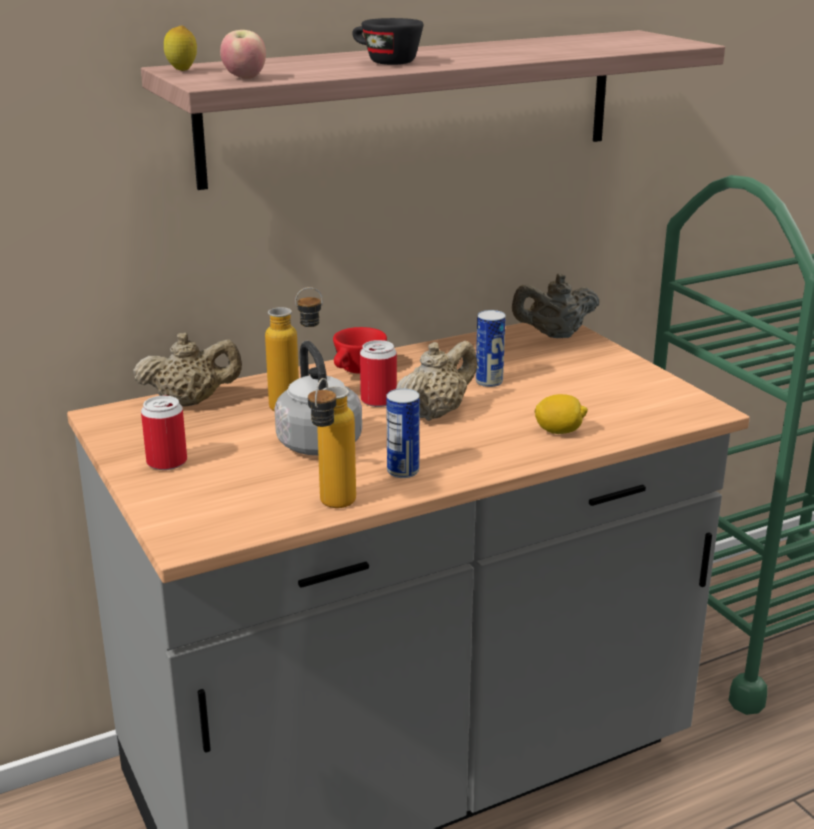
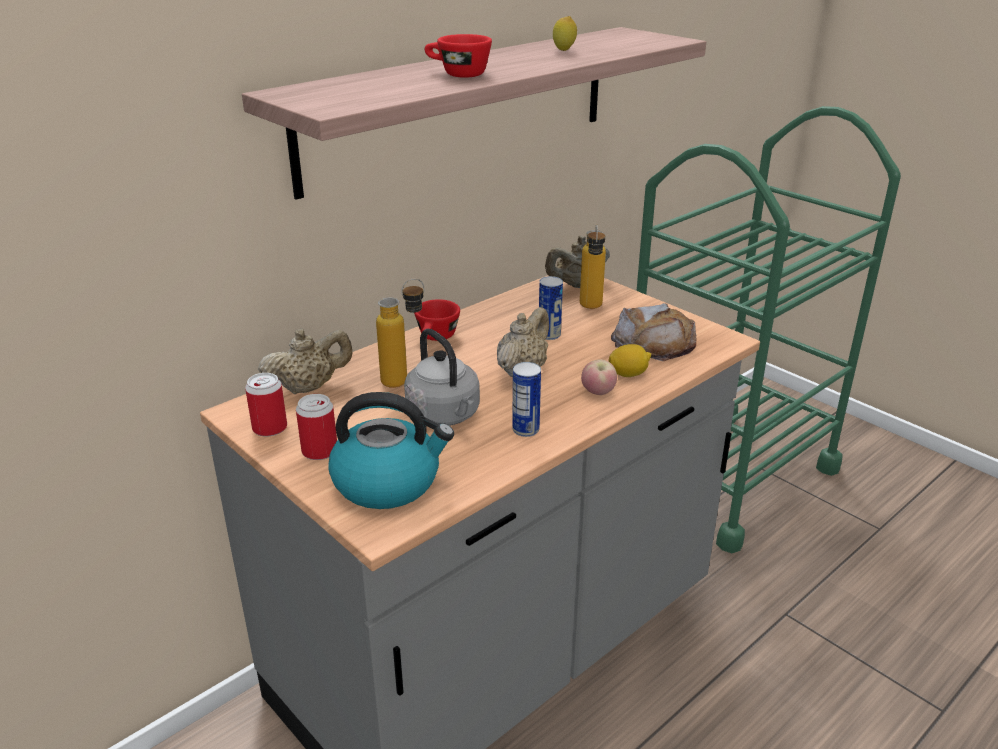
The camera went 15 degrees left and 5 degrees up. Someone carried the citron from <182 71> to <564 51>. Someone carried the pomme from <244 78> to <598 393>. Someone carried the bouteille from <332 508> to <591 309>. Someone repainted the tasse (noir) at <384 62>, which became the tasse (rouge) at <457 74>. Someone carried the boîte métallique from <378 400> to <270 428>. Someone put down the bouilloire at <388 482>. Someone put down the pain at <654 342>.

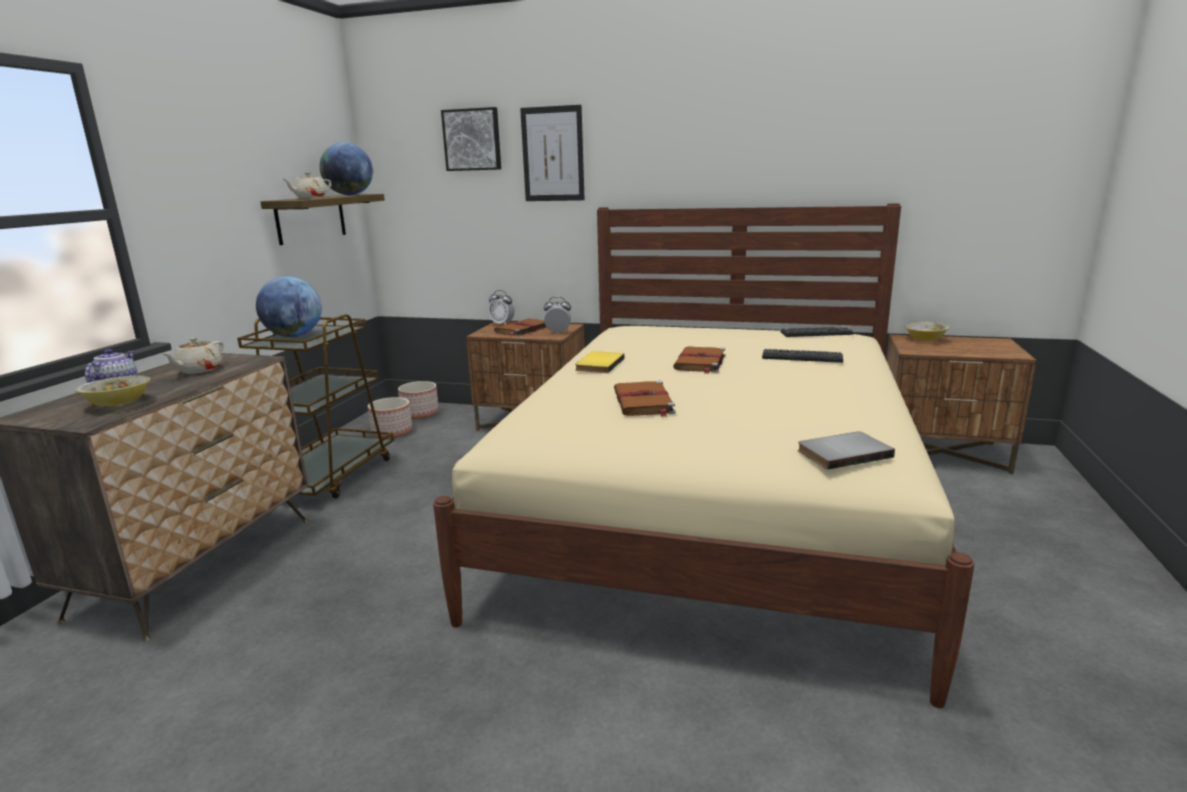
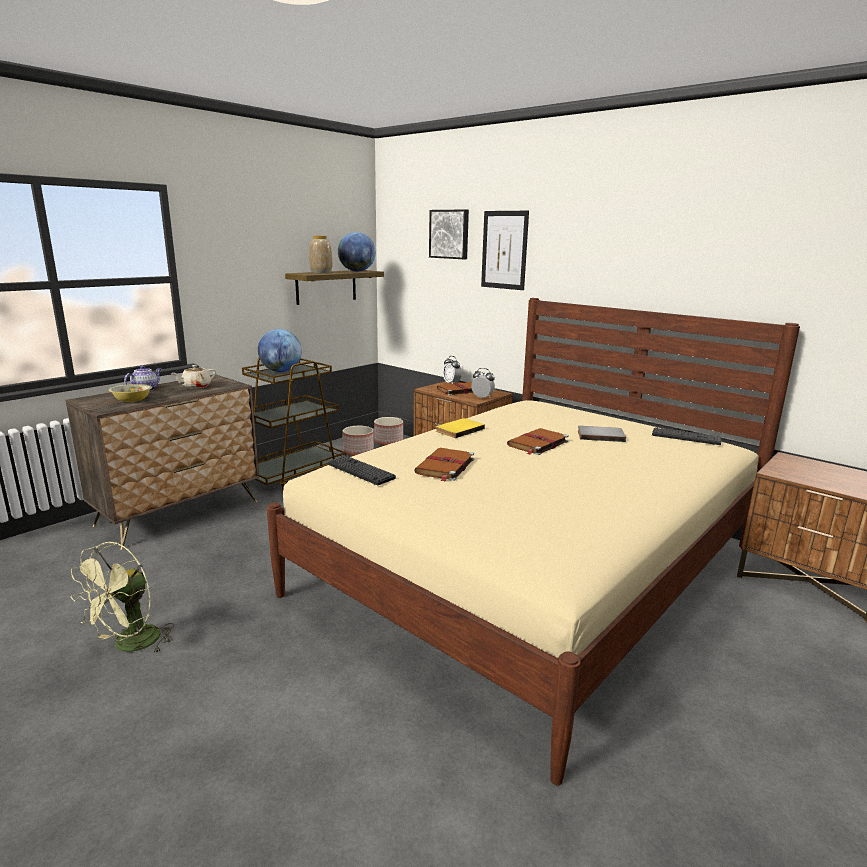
The camera went 25 degrees right and 0 degrees up. Someone swapped the théière (beige) at <310 198> for the vase at <321 272>. Someone carried the clavier from <802 357> to <361 471>. Someone carried the livre (gris) from <842 453> to <600 435>. Someone took away the bol at <925 339>. Someone put down the ventilateur (vert) at <130 645>.

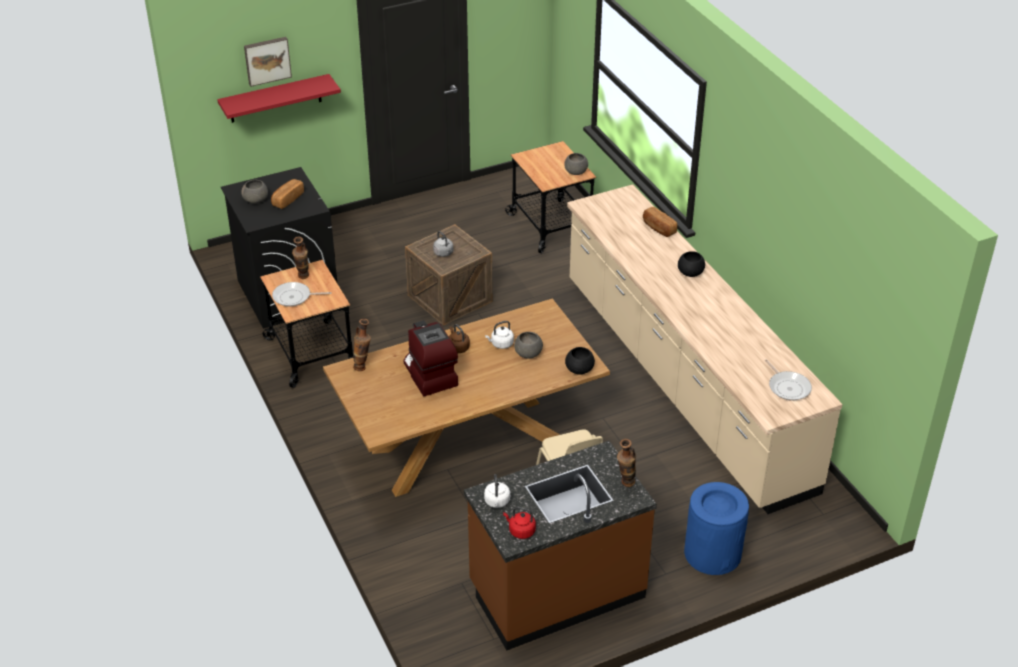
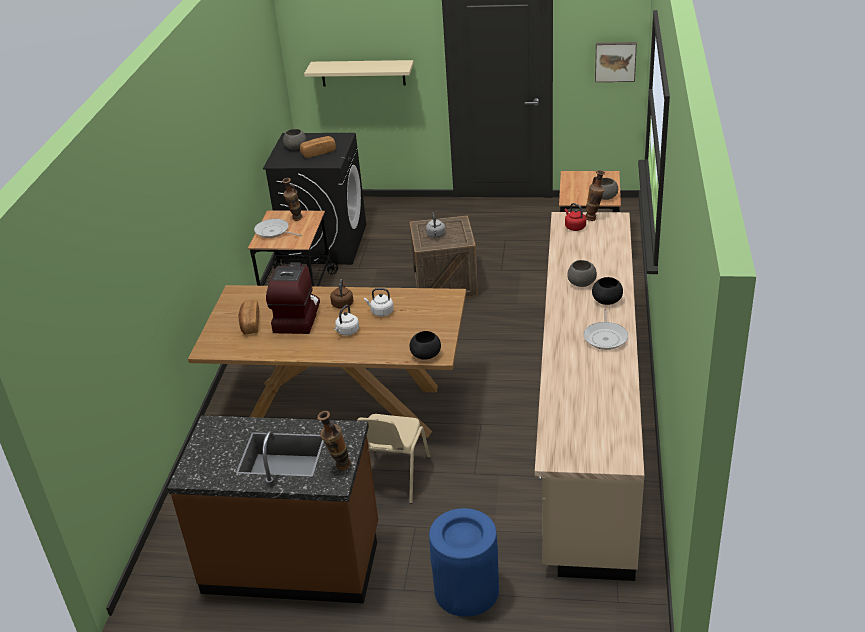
The camera went 35 degrees right and 5 degrees down. Someone repainted the étagère (rouge) at <275 99>, which became the étagère (beige) at <363 73>. Someone carried the tableau from <267 60> to <615 61>. Someone carried the vase from <363 367> to <594 218>. Someone carried the bouilloire (blanc) from <497 502> to <347 332>. Someone carried the bouilloire (rouge) from <520 531> to <574 227>. Someone carried the bol (gris) from <528 354> to <581 283>. Someone carried the pain from <658 228> to <250 324>. Someone carried the poêle from <788 387> to <605 337>.

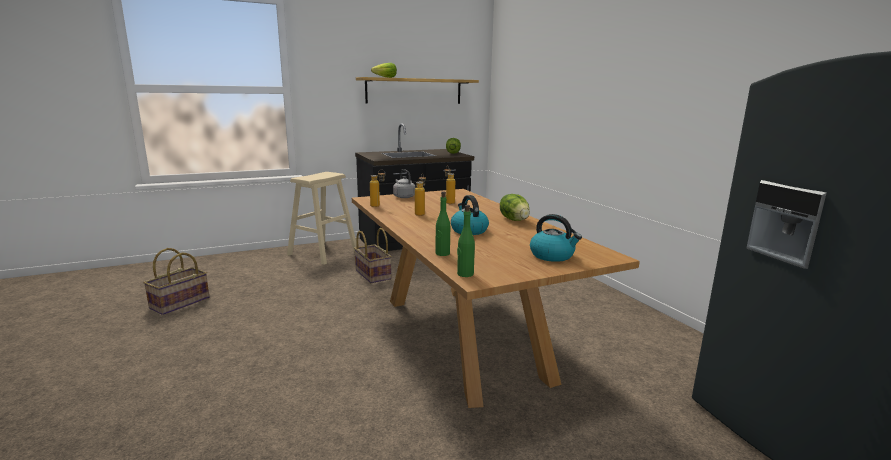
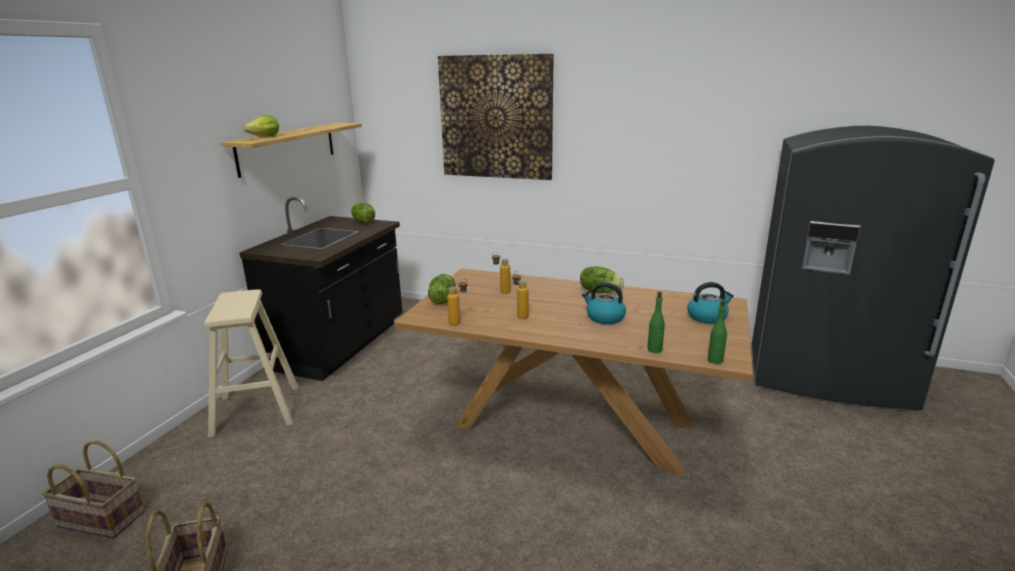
The camera went 45 degrees left and 5 degrees up. Someone carried the panier from <372 274> to <100 520>. Someone swapped the bouilloire (gris) at <403 196> for the laitue at <442 300>. Someone put up the tableau at <496 117>.

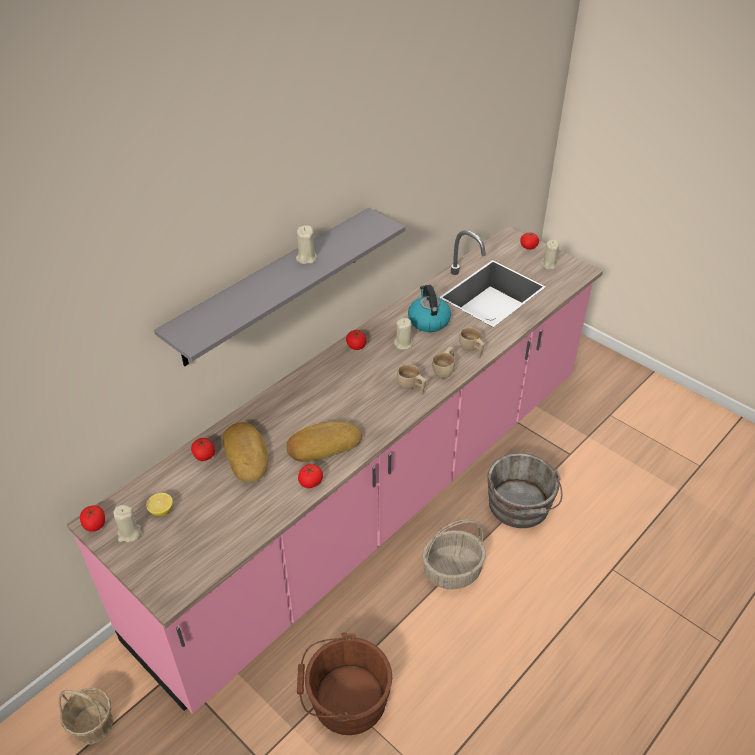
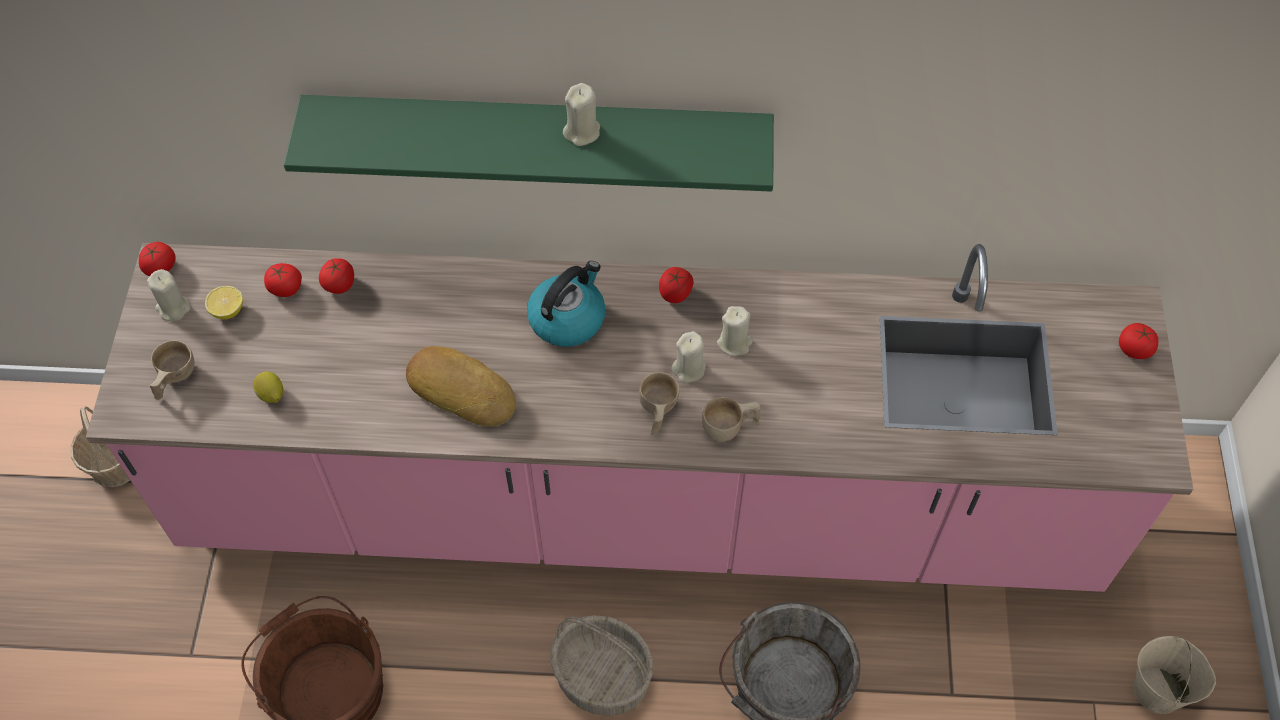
The camera went 50 degrees right and 15 degrees up. Someone repainted the étagère (gris) at <273 286>, which became the étagère (vert) at <538 136>. Someone took away the pain at <247 455>. Someone carried the tomate from <310 482> to <285 288>. Someone carried the bouilloire from <428 321> to <567 318>. Someone carried the tasse (beige) from <471 350> to <174 379>. Someone carried the bougie (beige) from <548 265> to <689 368>. Someone put down the citron at <271 395>. Someone put down the seau (beige) at <1158 690>.

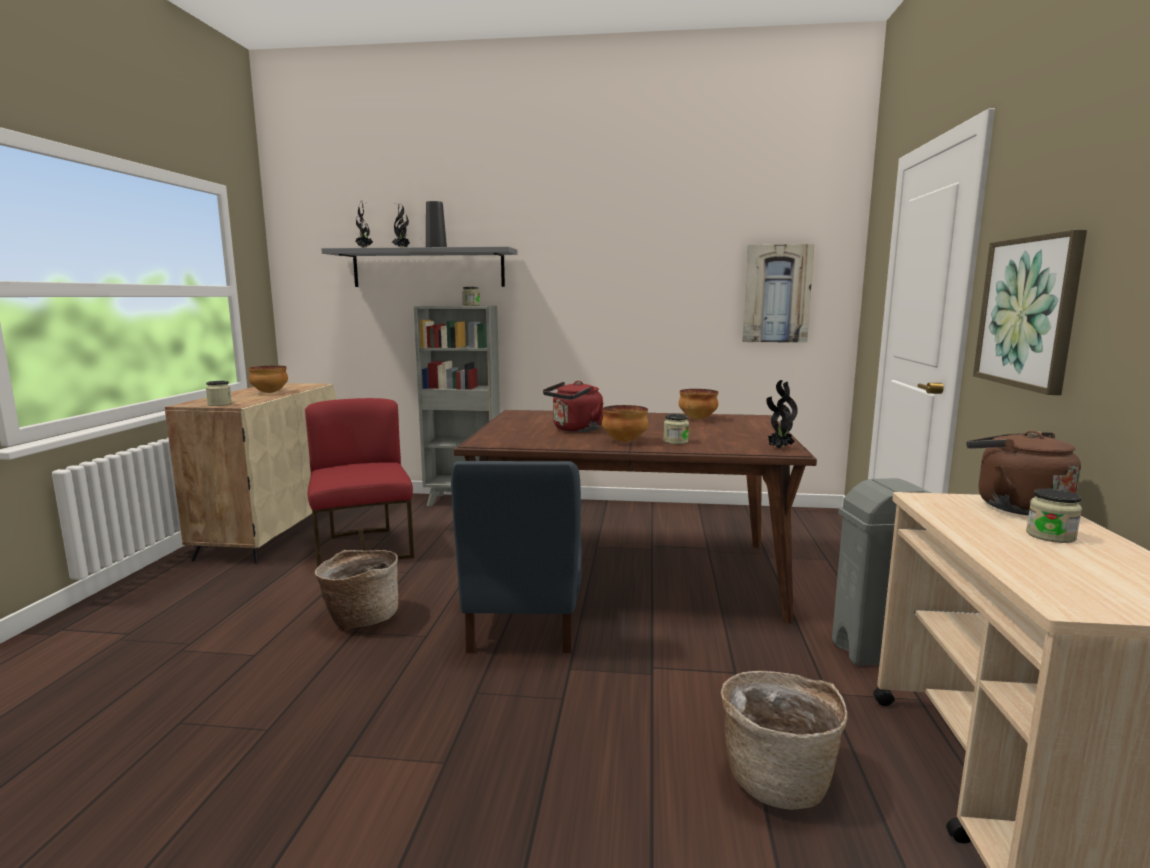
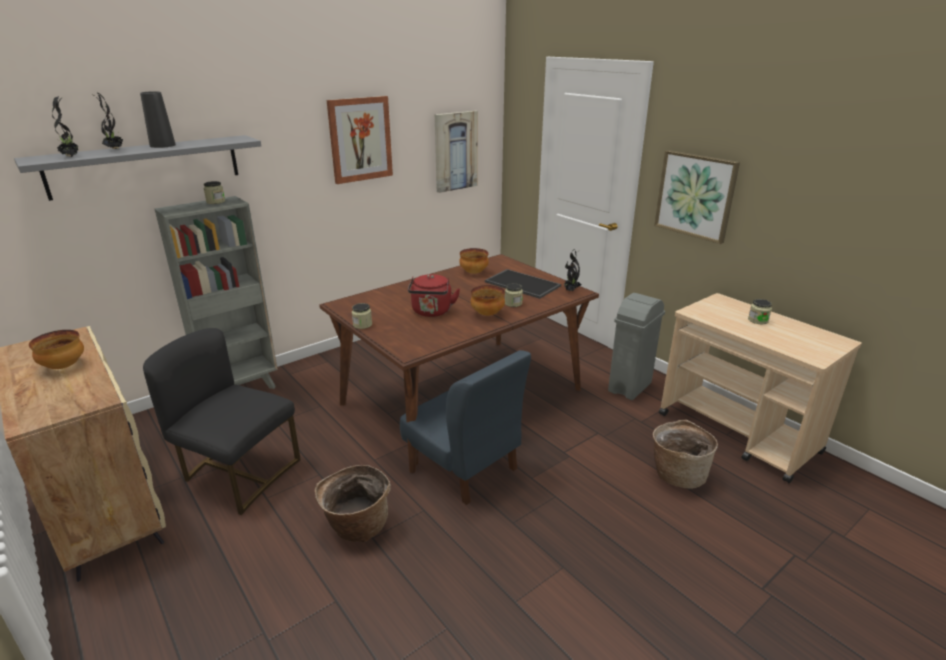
The camera went 45 degrees left and 15 degrees up. Someone carried the bocal from <220 404> to <362 325>. Someone repainted the chaise (rouge) at <364 548>, which became the chaise (noir) at <239 474>. Someone took away the bouilloire (marron) at <1015 506>. Someone put up the tableau at <360 139>. Someone put down the plateau at <521 284>.

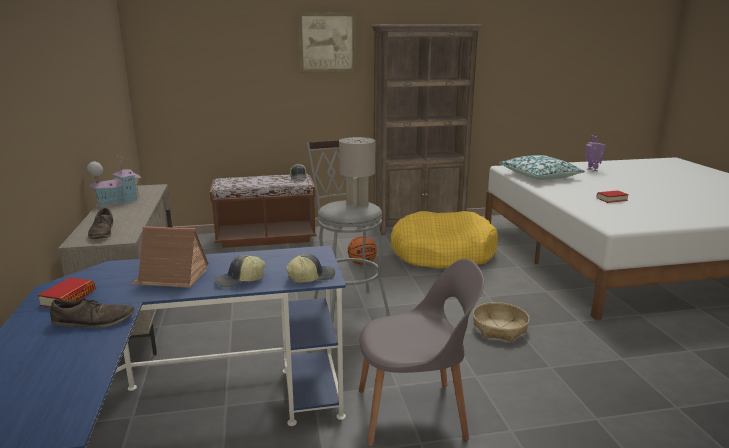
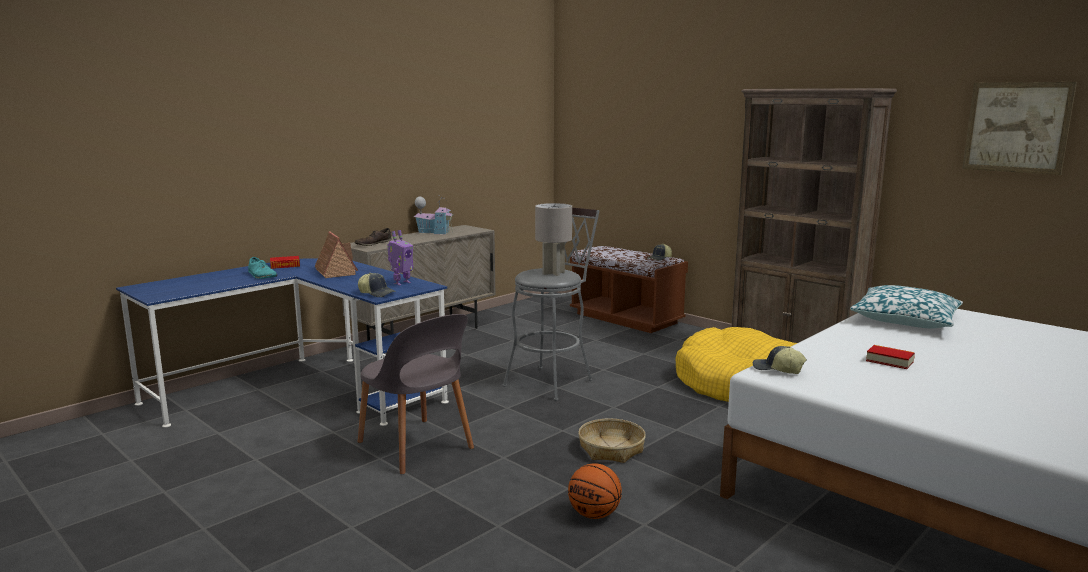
The camera went 55 degrees right and 5 degrees down. Someone repainted the chaussure (marron) at <94 321>, which became the chaussure (turquoise) at <262 275>. Someone carried the casquette from <240 281> to <777 370>. Someone carried the tableau from <327 42> to <1017 127>. Someone carried the ballon de basket from <362 263> to <594 514>. Someone carried the robot jouet from <591 170> to <401 283>.

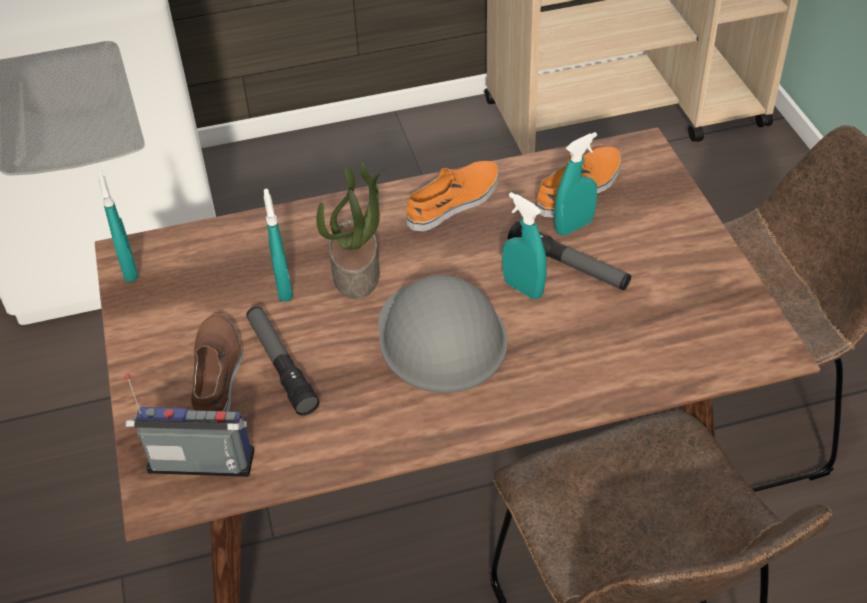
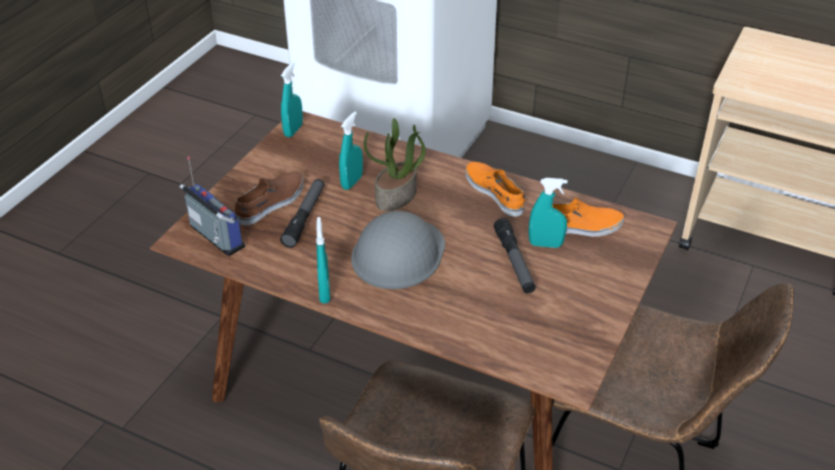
The camera went 40 degrees right and 5 degrees down. Someone rotated the chaussure (orange) at <455 202> by 120 degrees counterclockwise. Someone carried the vaporisateur (turquoise) from <523 288> to <324 293>.

